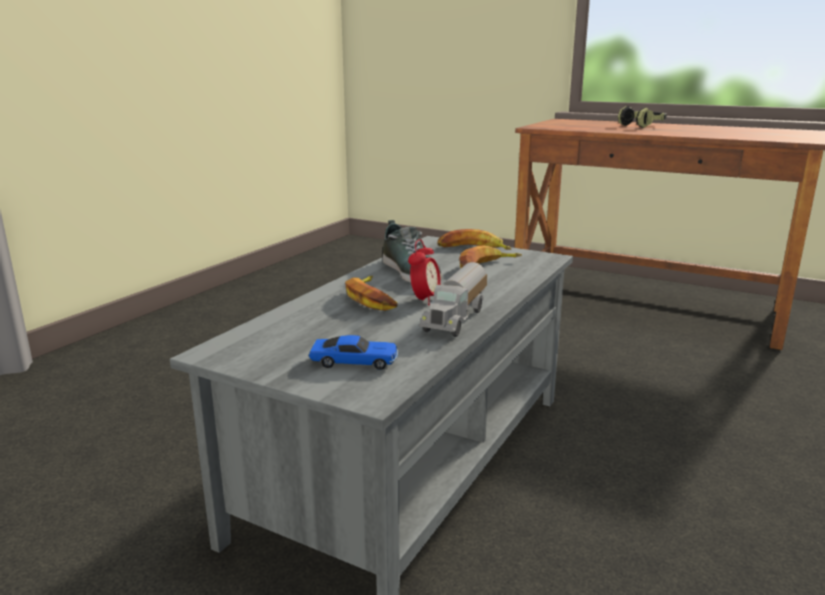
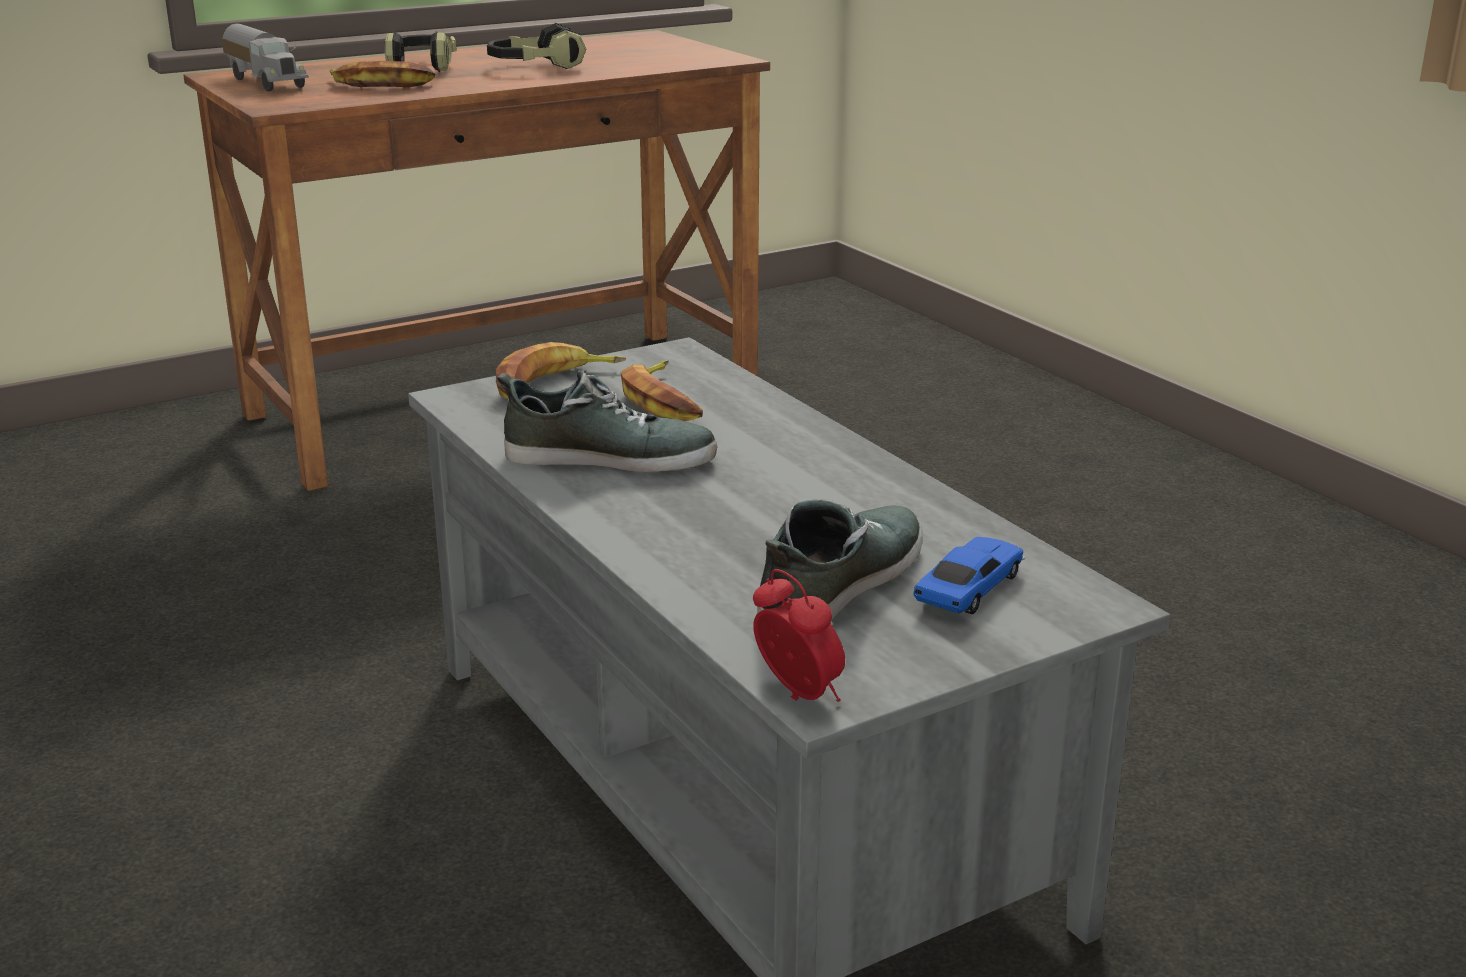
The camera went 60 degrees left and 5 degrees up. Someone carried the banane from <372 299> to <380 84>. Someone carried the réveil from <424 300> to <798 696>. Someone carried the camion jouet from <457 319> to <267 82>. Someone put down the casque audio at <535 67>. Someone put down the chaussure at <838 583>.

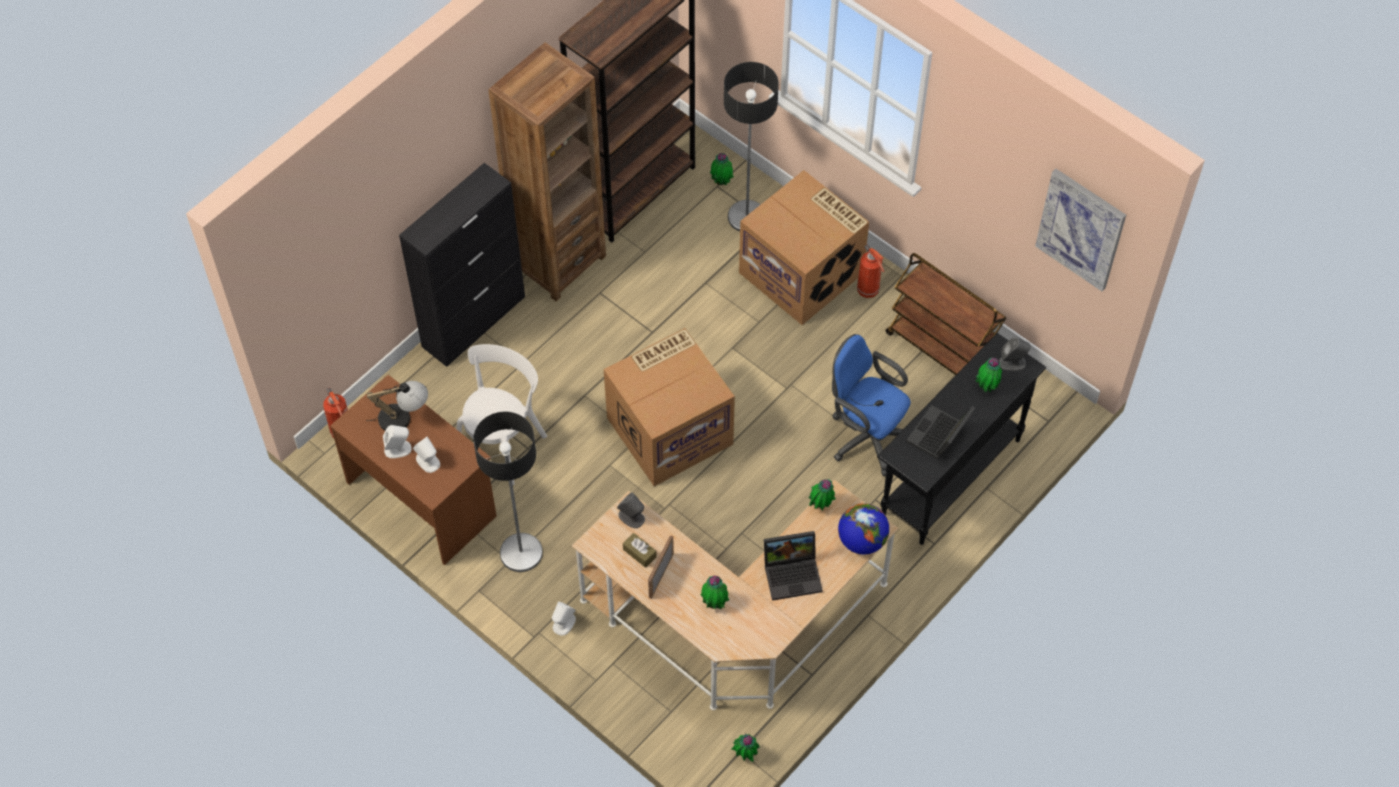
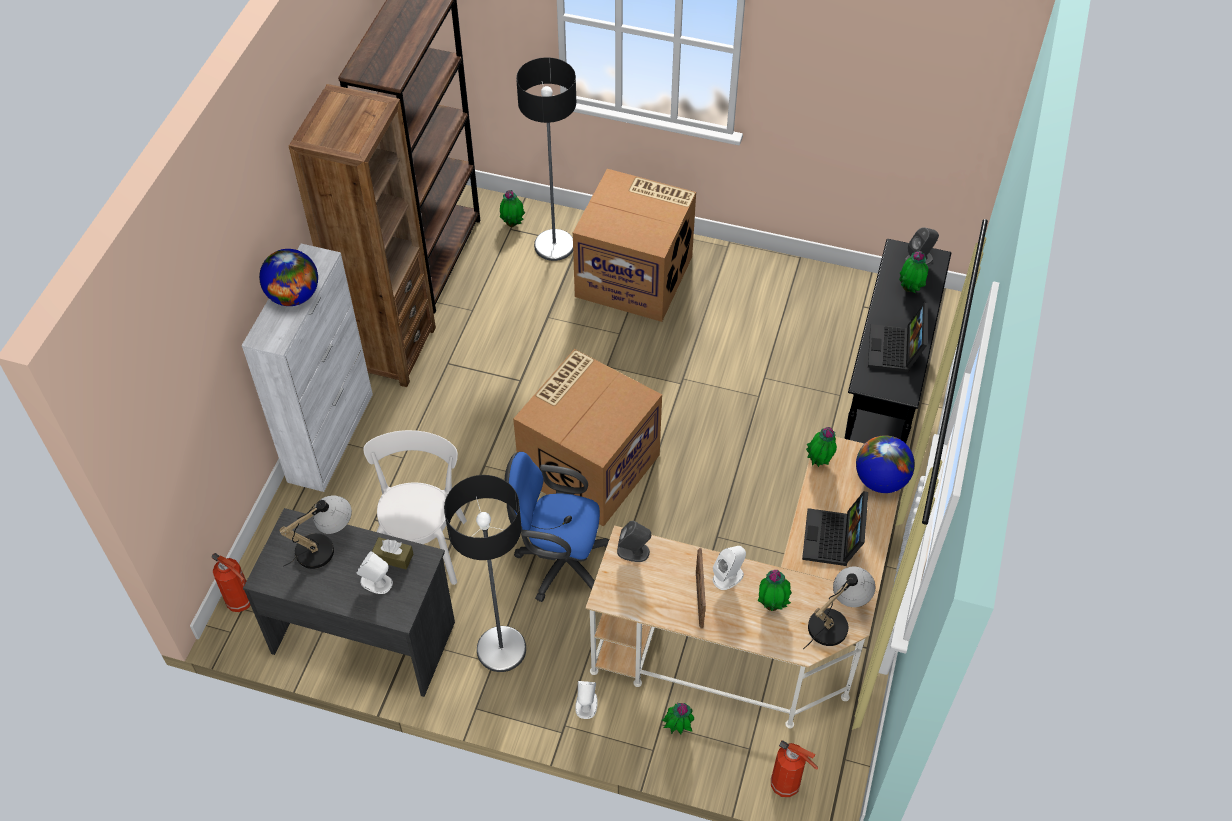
The camera went 25 degrees left and 5 degrees down. Someone repainted the bureau (marron) at <422 498>, which became the bureau (gris) at <364 635>. Someone carried the enceinte (blanc) from <398 449> to <728 576>. Someone repainted the meuble de rangement (noir) at <474 321>, which became the meuble de rangement (blanc) at <331 436>. Someone carried the boîte à mouchoirs (marron) from <639 553> to <393 557>. Someone carried the plante en pot from <745 755> to <677 729>. Someone rotated the ordinateur portable at <793 573> by 135 degrees clockwise. Someone carried the chaise de bureau (bleu) from <866 436> to <559 562>. Someone carried the extincteur from <868 291> to <786 785>. Someone took away the chariot (marron) at <942 349>. Someone took away the tableau at <1081 229>. Someone put down the globe at <294 296>. Someone put down the lampe de table at <835 621>.

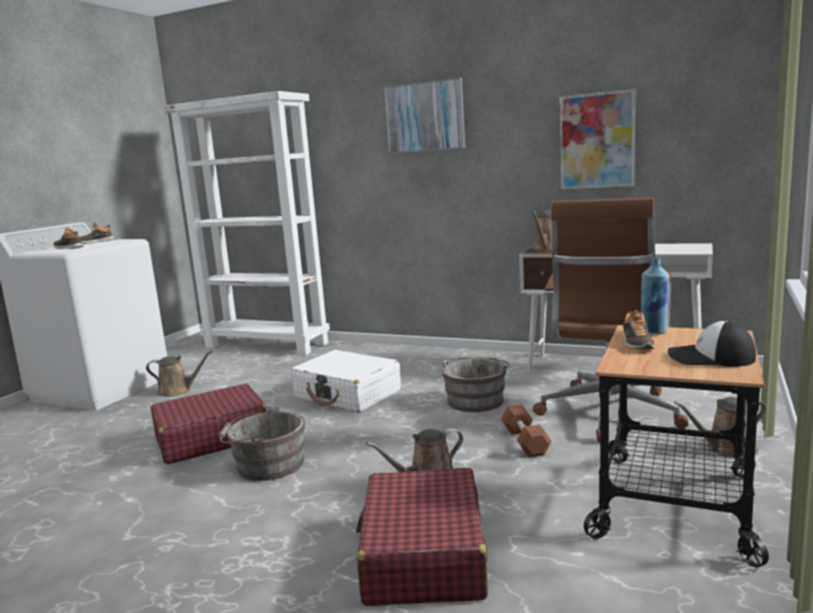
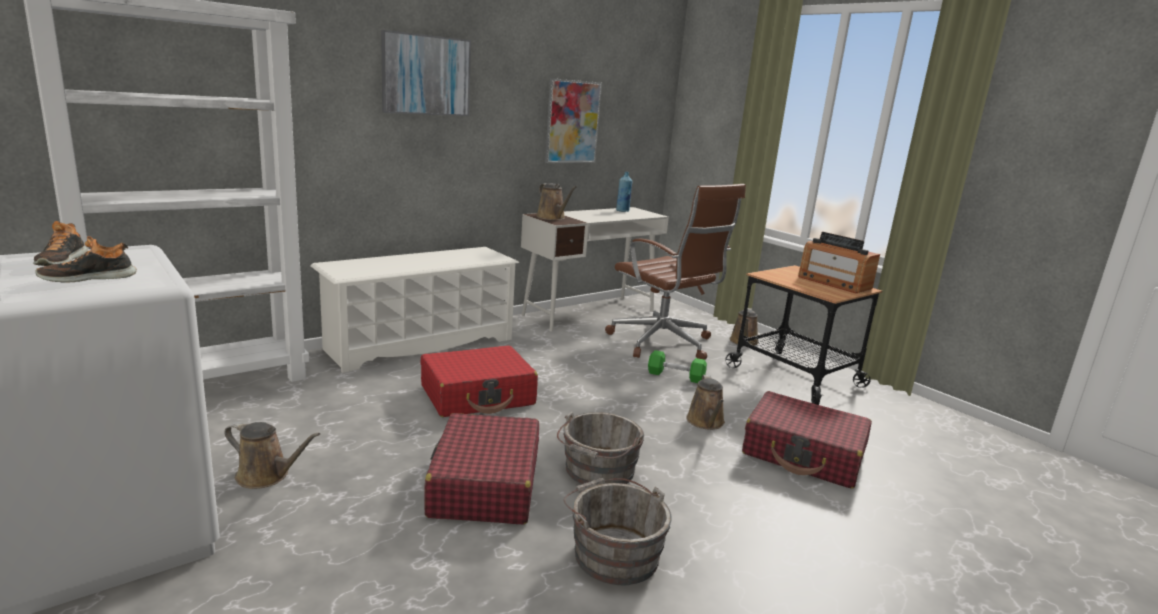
The camera went 65 degrees left and 5 degrees up. Someone rotated the arrosoir (marron) at <178 391> by 75 degrees clockwise. Someone repainted the valise (blanc) at <348 394>, which became the valise (rouge) at <478 395>. Someone carried the seau (gris) from <476 400> to <613 552>. Someone repainted the haltère (marron) at <525 442>, which became the haltère (vert) at <675 376>. Someone took away the chaussure at <636 344>. Someone carried the bouteille (bleu) from <653 332> to <622 211>. Someone swapped the casquette at <710 357> for the radio at <834 283>. Someone put down the étagère à chaussures (blanc) at <420 344>.

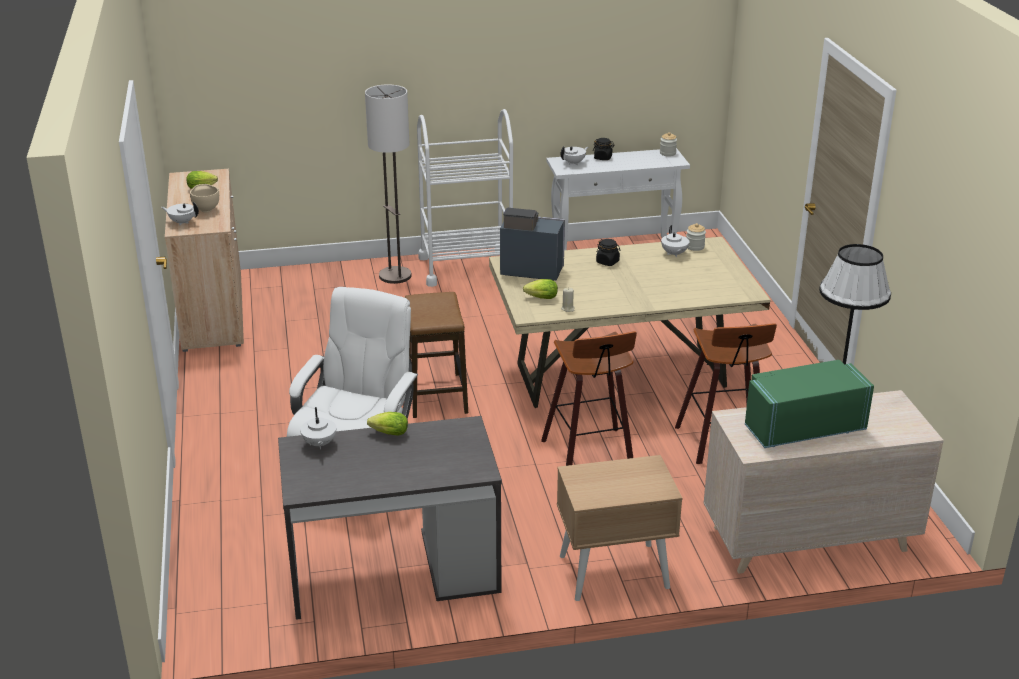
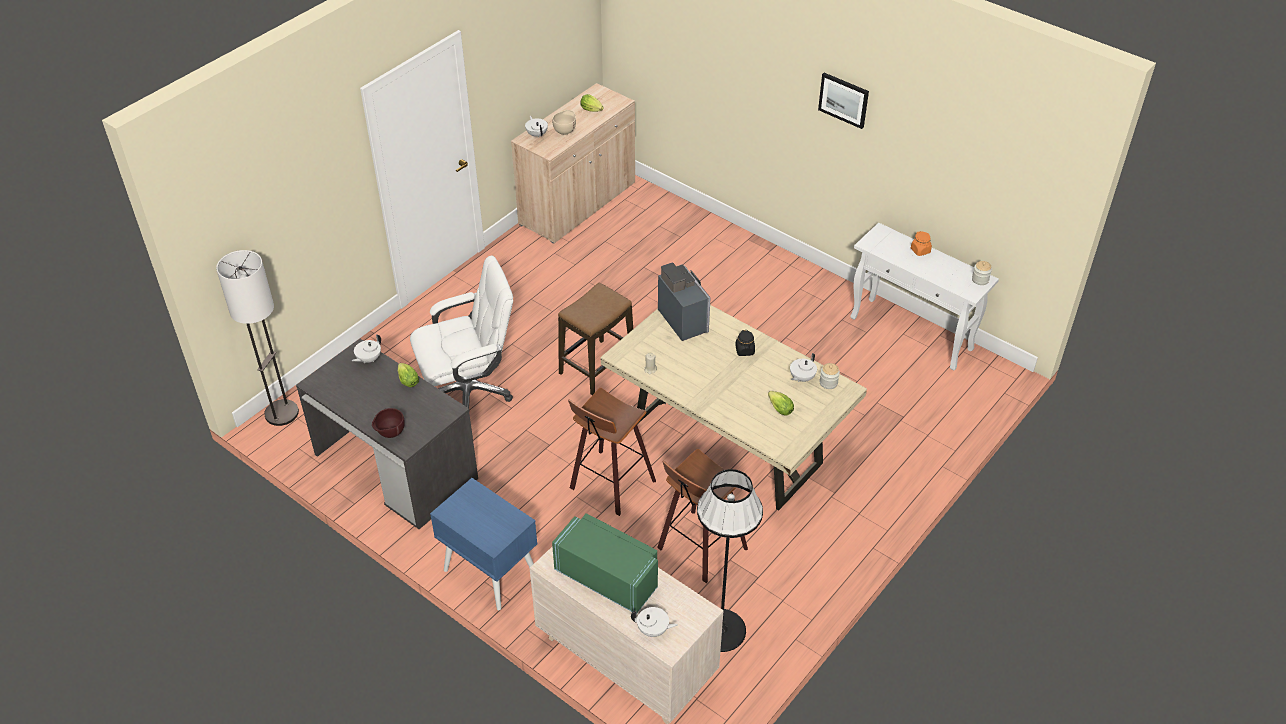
The camera went 50 degrees right and 15 degrees up. Someone carried the lampadaire from <394 276> to <281 413>. Someone took away the chariot (blanc) at <466 267>. Someone carried the laitue from <540 298> to <779 408>. Someone repainted the table de chevet (beige) at <613 571>, which became the table de chevet (bleu) at <489 571>. Someone carried the théière (blanc) from <574 163> to <653 630>. Someone repainted the bocal (noir) at <603 158>, which became the bocal (orange) at <920 250>. Someone put down the bol (marron) at <390 434>. Someone put up the tableau at <844 100>.

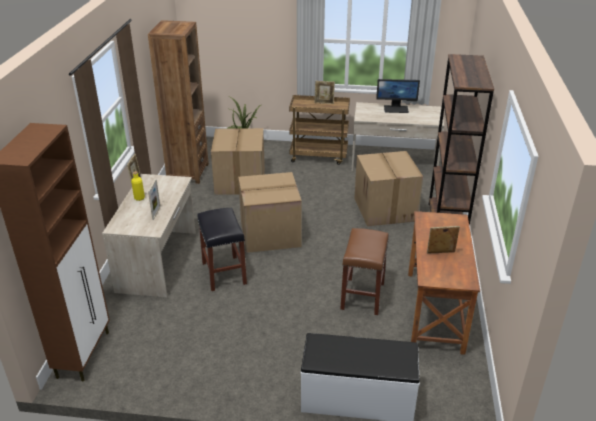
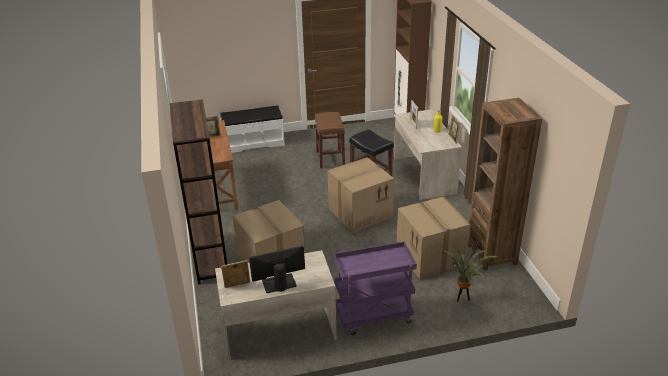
The camera went 160 degrees right and 0 degrees up. Someone repainted the chariot (marron) at <319 156>, which became the chariot (violet) at <373 317>. Someone carried the cadre photo from <324 103> to <237 286>. Someone carried the tabouret (marron) from <362 295> to <330 159>.

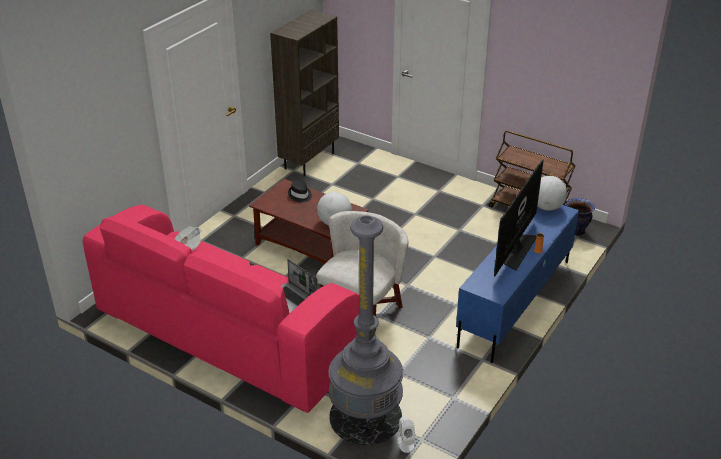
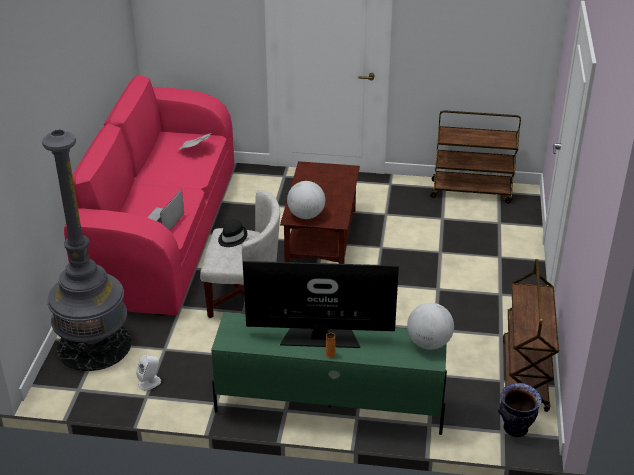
The camera went 65 degrees right and 0 degrees up. Someone swapped the bibliothèque (marron) at <309 160> for the chariot (marron) at <472 191>. Someone carried the chapeau (noir) from <300 195> to <232 238>. Someone carried the enceinte (blanc) from <405 443> to <150 383>. Someone repainted the meuble télé (bleu) at <514 303>, which became the meuble télé (vert) at <328 405>.

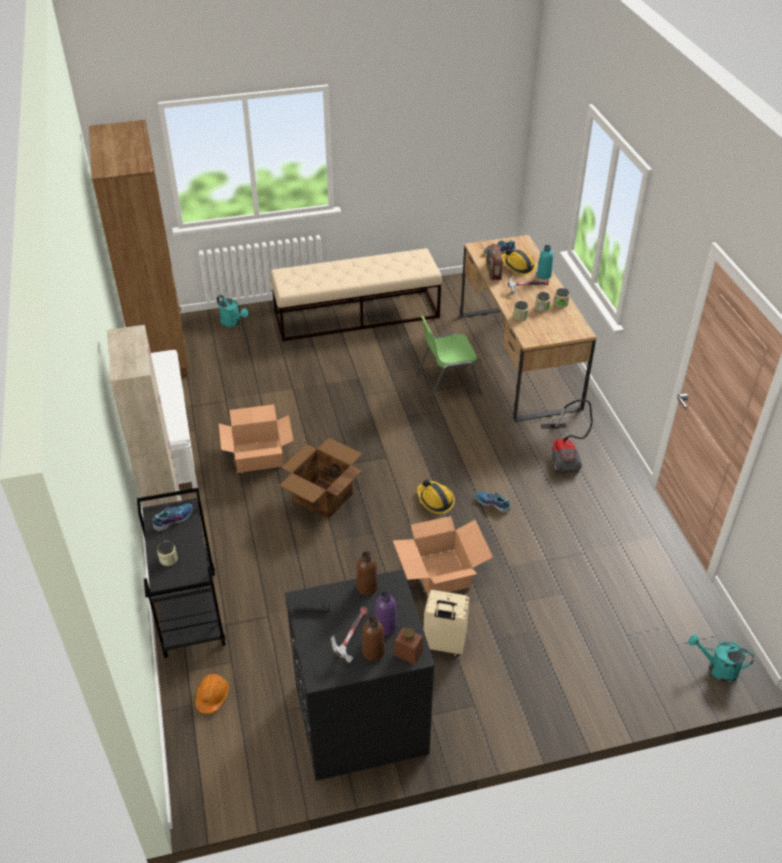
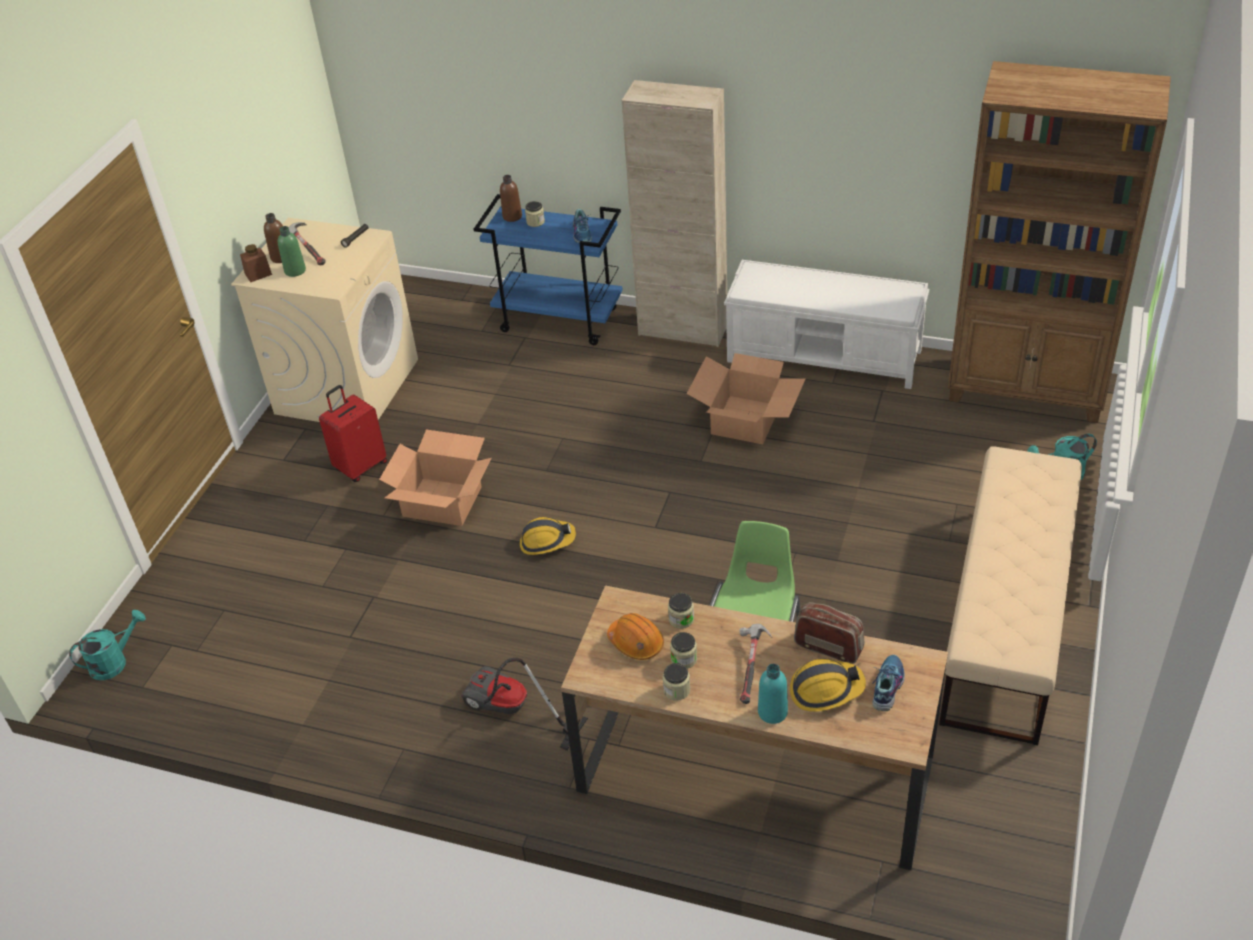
The camera went 125 degrees right and 0 degrees up. Someone repainted the chariot (noir) at <189 612>, which became the chariot (bleu) at <560 319>. Someone carried the casque de chantier (orange) from <212 696> to <636 643>. Someone took away the carton at <322 498>. Someone repainted the lave-linge (noir) at <360 720>, which became the lave-linge (beige) at <347 386>. Someone carried the bouteille (marron) from <367 587> to <512 216>. Someone repainted the bouteille (violet) at <385 626>, which became the bouteille (vert) at <295 271>. Someone repainted the valise (beige) at <443 645>, which became the valise (rouge) at <360 466>. Someone took away the chaussure at <492 504>.

